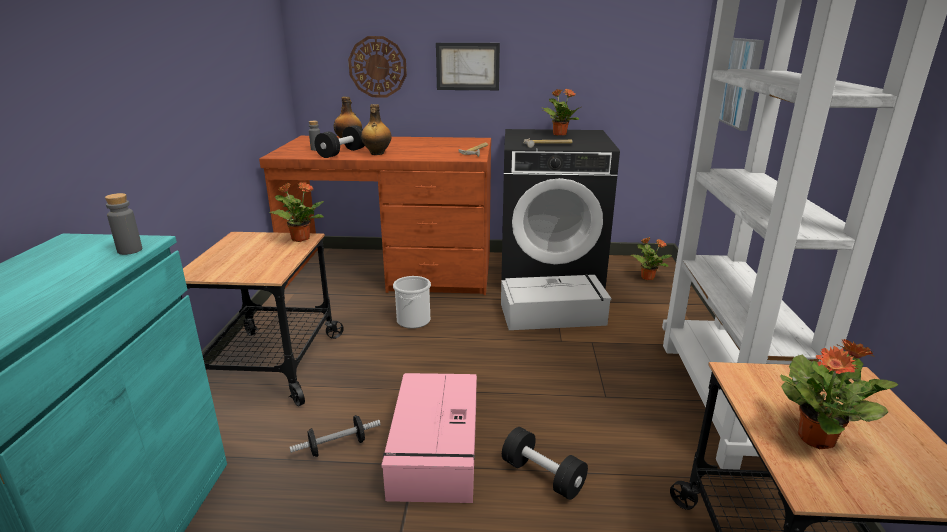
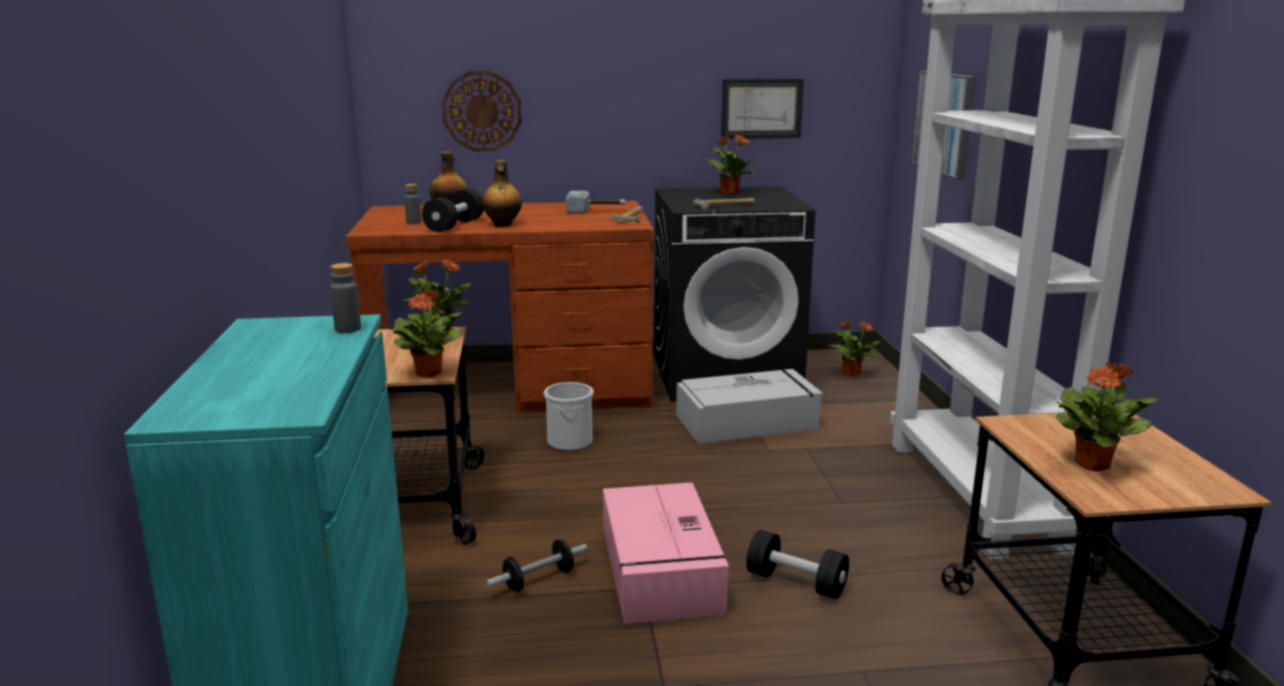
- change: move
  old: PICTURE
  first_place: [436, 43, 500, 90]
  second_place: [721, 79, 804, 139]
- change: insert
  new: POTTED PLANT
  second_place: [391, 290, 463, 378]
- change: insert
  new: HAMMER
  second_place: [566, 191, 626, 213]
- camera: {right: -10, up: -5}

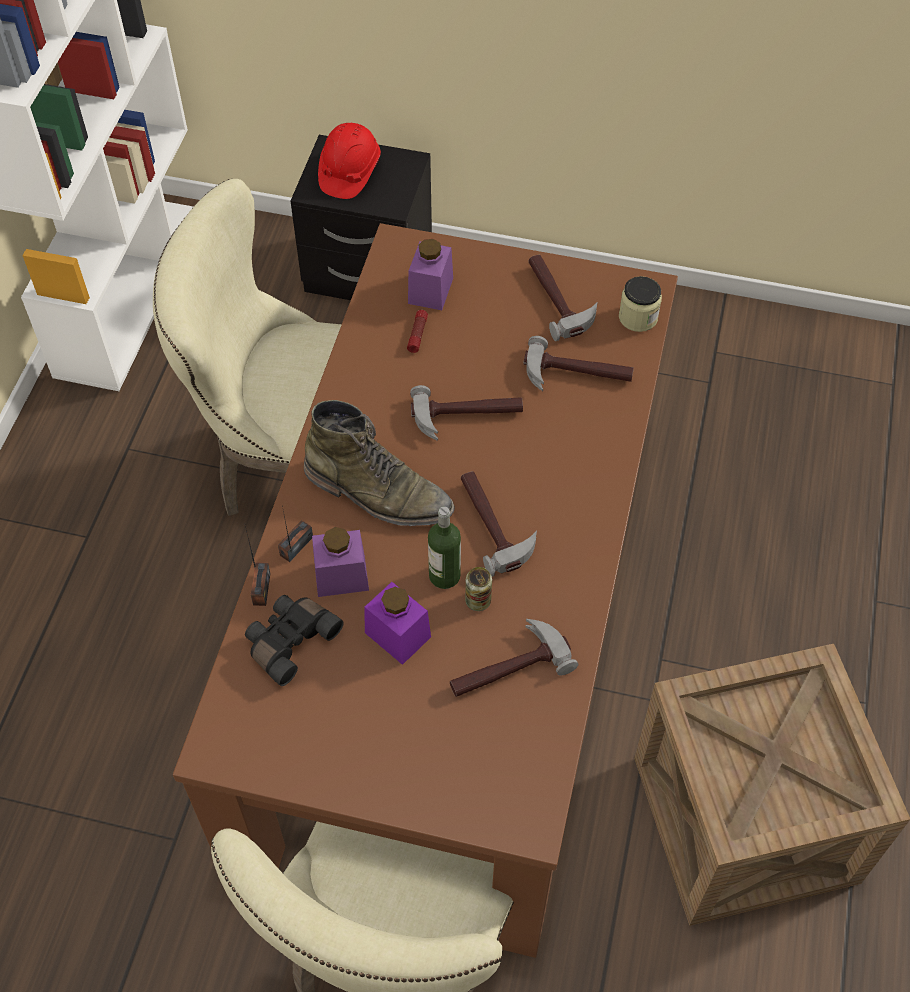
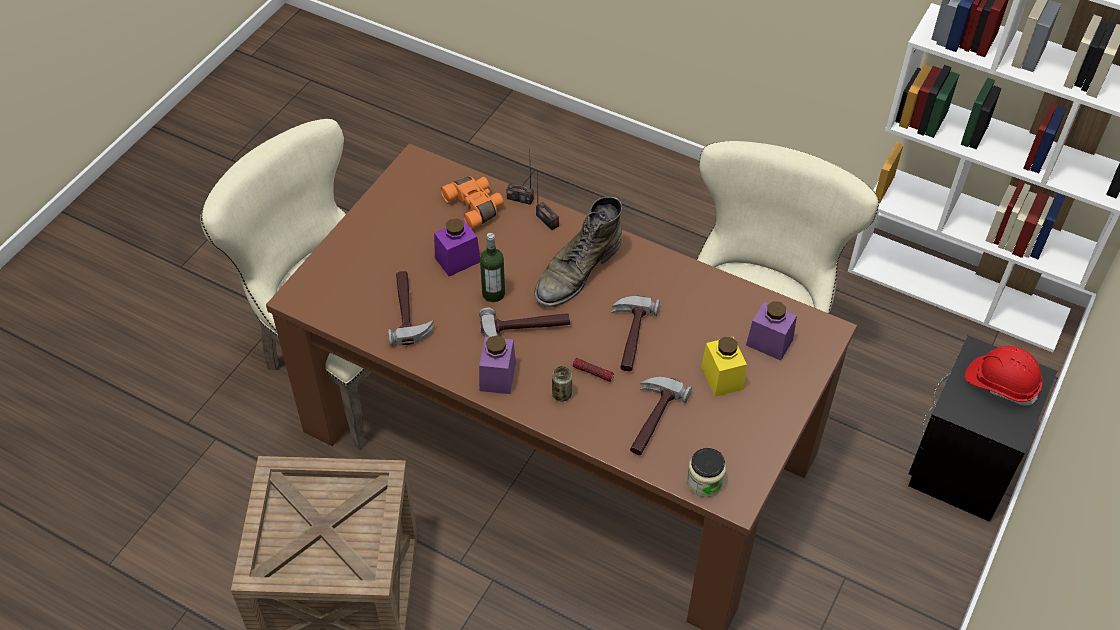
- change: recolor
  old: BLACK BINOCULARS
  new: ORANGE BINOCULARS
  first_place: [245, 595, 344, 686]
  second_place: [441, 177, 504, 229]
- change: move
  old: PURPLE JAR
  first_place: [312, 527, 369, 597]
  second_place: [479, 335, 516, 394]
- change: move
  old: FLASHLIGHT
  first_place: [407, 310, 428, 353]
  second_place: [573, 358, 614, 382]
- change: move
  old: CAN
  first_place: [465, 567, 492, 611]
  second_place: [552, 366, 572, 402]
- change: delete
  old: HAMMER
  first_place: [529, 255, 597, 341]
- change: insert
  new: YELLOW JAR
  second_place: [701, 337, 747, 397]
- camera: {right: 105, up: -5}

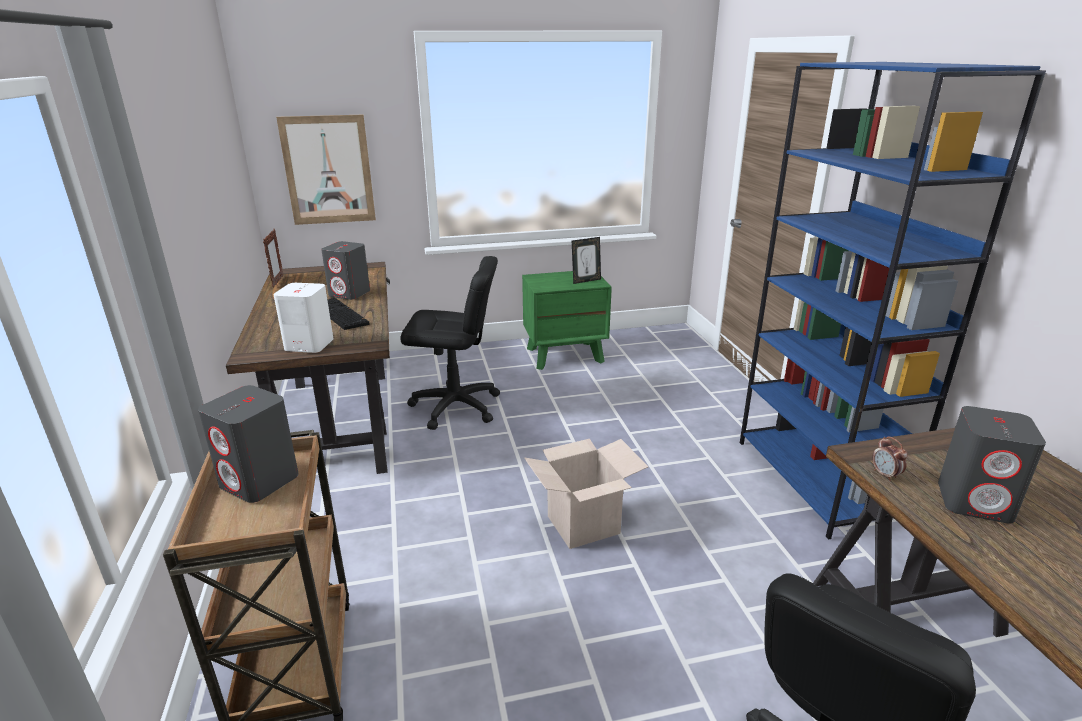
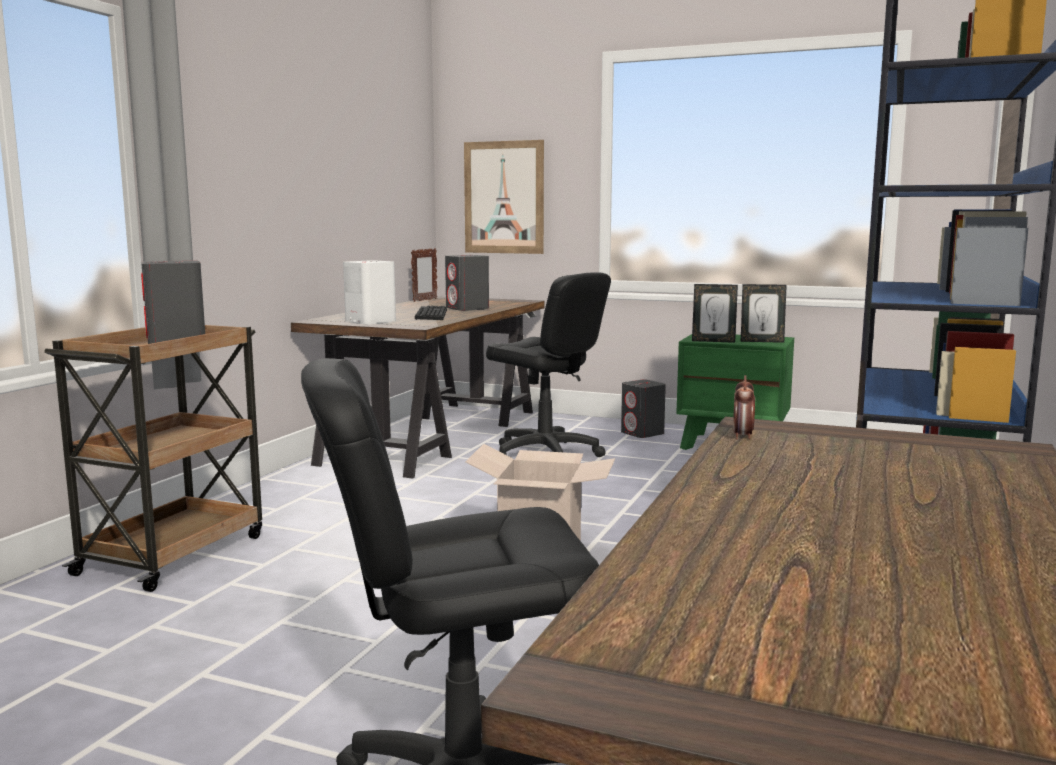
- change: move
  old: GREY SPEAKER
  first_place: [938, 406, 1046, 524]
  second_place: [621, 380, 666, 438]
- change: insert
  new: PICTURE FRAME
  second_place: [692, 284, 738, 343]
- camera: {right: 35, up: -15}

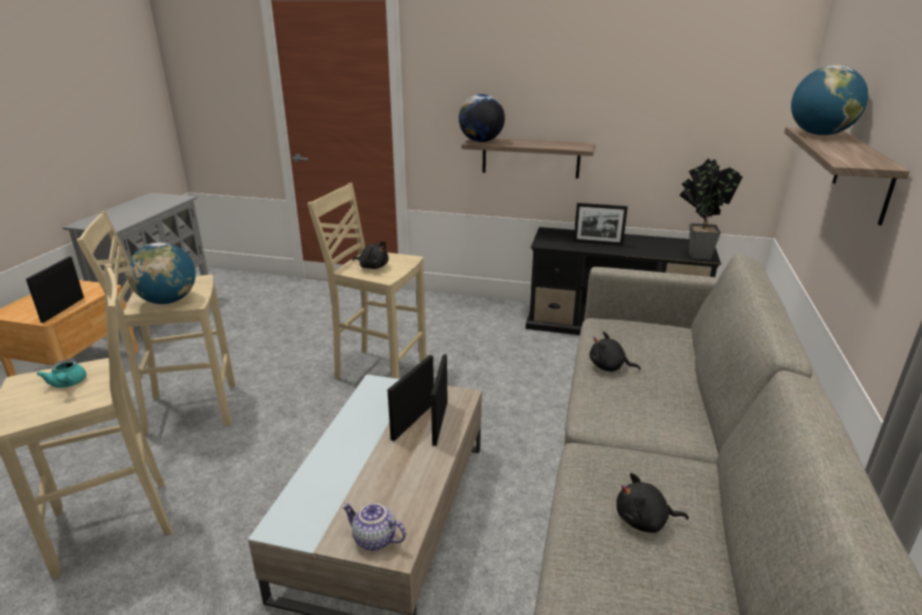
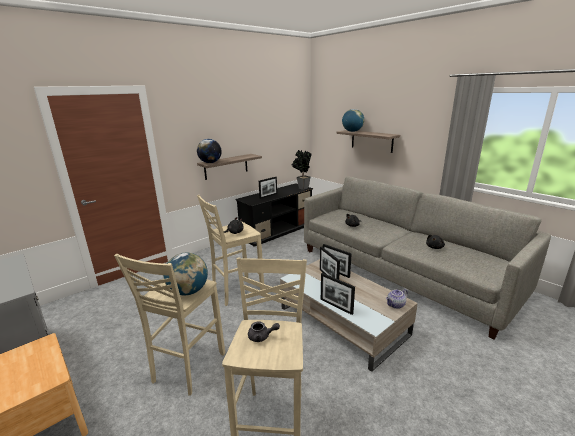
- change: move
  old: PICTURE FRAME
  first_place: [26, 257, 84, 323]
  second_place: [321, 273, 355, 315]
- change: recolor
  old: TURQUOISE TEAPOT
  new: GREY TEAPOT
  first_place: [37, 360, 86, 388]
  second_place: [248, 321, 280, 342]
- camera: {right: -55, up: -5}

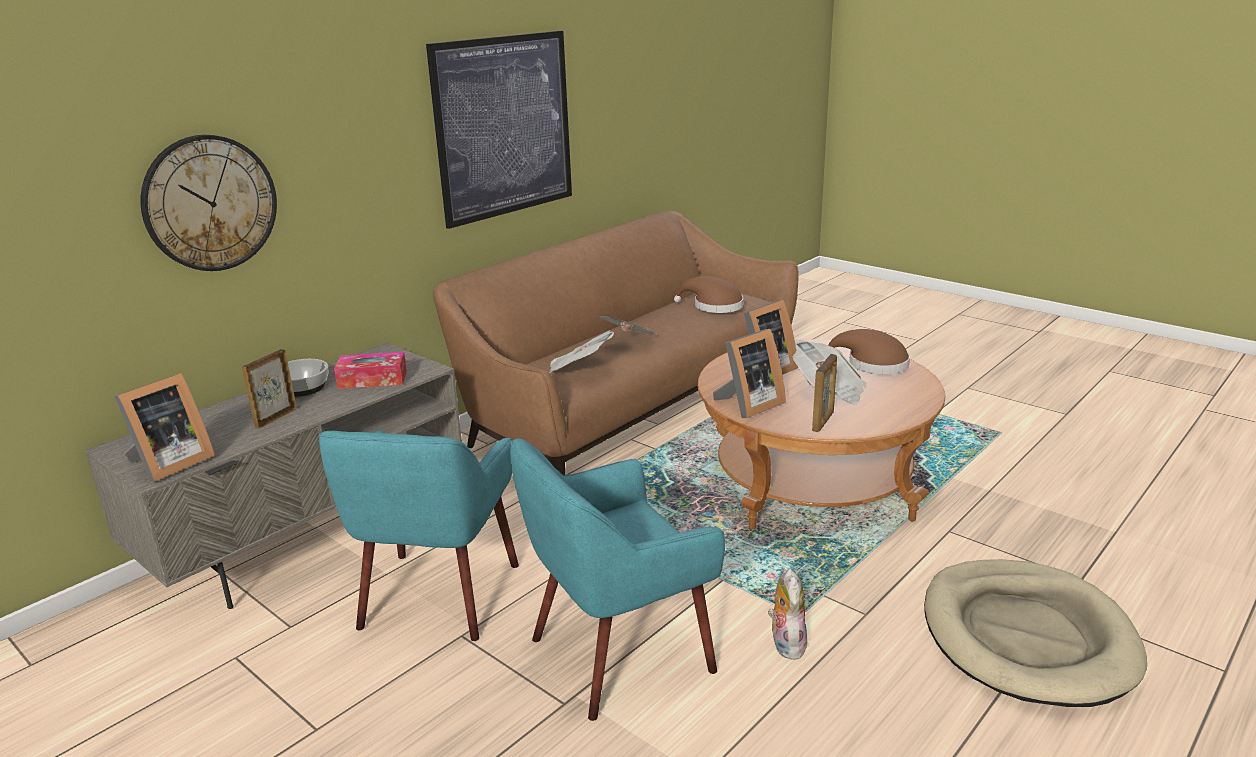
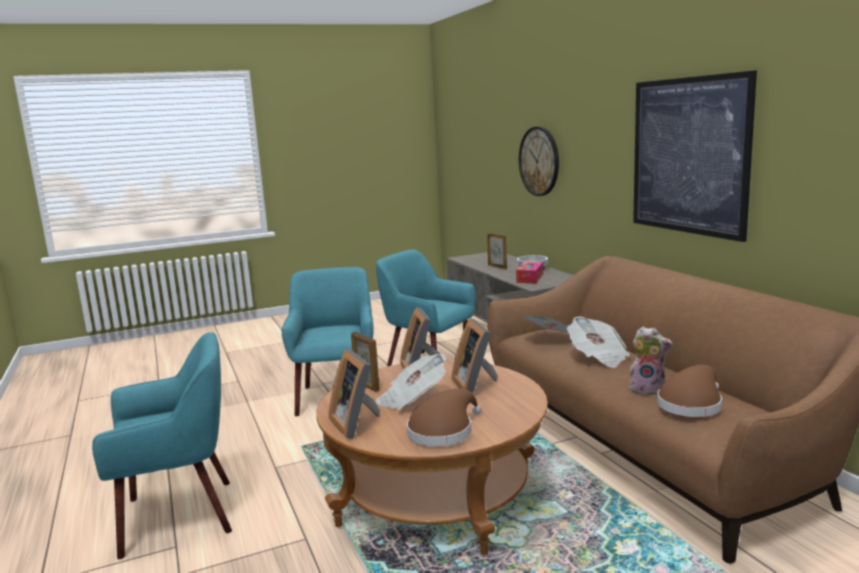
- change: move
  old: PICTURE FRAME
  first_place: [114, 373, 215, 482]
  second_place: [329, 349, 380, 439]
- change: move
  old: PLUSH TOY
  first_place: [768, 569, 807, 660]
  second_place: [629, 327, 673, 395]
- change: replace
  old: BEIGE DOG BED
  new: TURQUOISE ARMCHAIR
  first_place: [924, 559, 1147, 707]
  second_place: [92, 332, 232, 559]
- camera: {right: 115, up: -10}

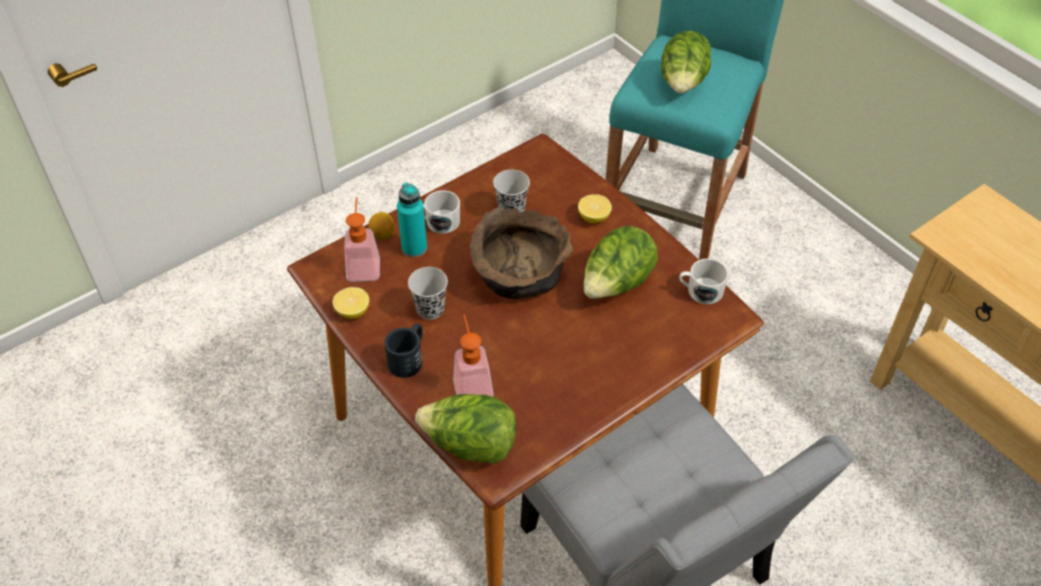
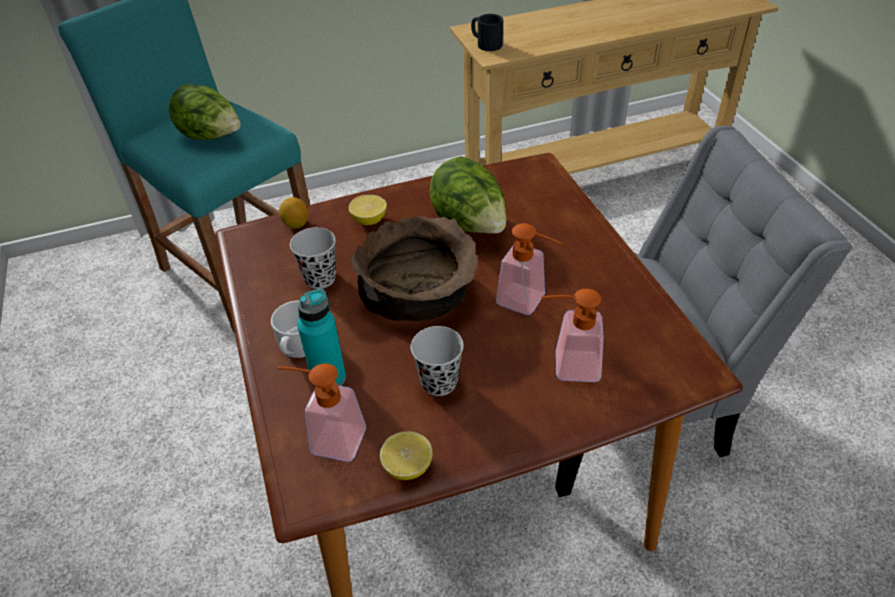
- change: move
  old: LEMON
  first_place: [369, 212, 394, 240]
  second_place: [279, 197, 309, 229]
- change: move
  old: BLACK MUG
  first_place: [384, 324, 423, 378]
  second_place: [471, 14, 503, 51]
- change: delete
  old: LETTUCE
  first_place: [415, 394, 517, 464]
- change: delete
  old: WHITE MUG
  first_place: [679, 259, 728, 304]
- change: insert
  new: SOAP DISPENSER
  second_place: [496, 223, 563, 315]
- camera: {right: -70, up: -5}

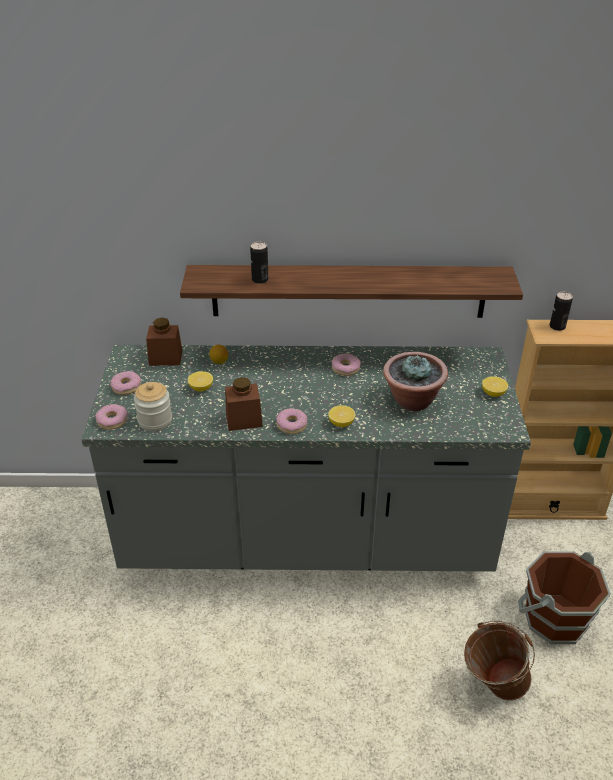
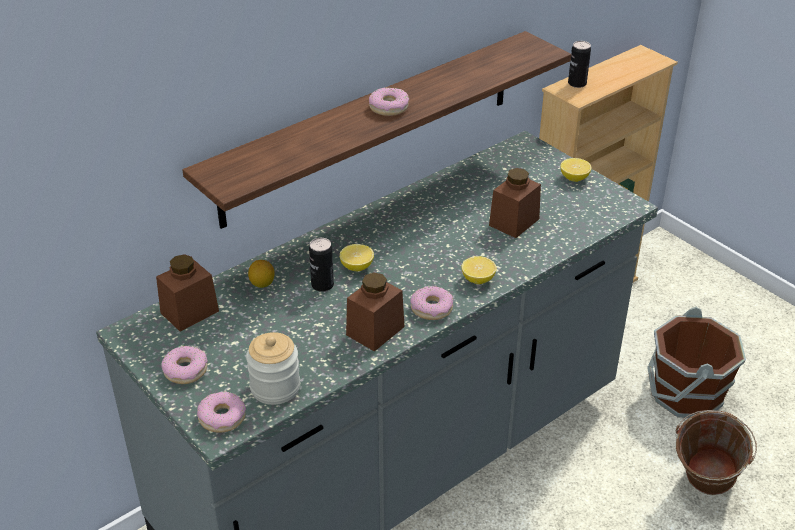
- change: move
  old: LEMON
  first_place: [188, 371, 213, 392]
  second_place: [340, 244, 374, 271]
- change: move
  old: CAN
  first_place: [250, 242, 269, 284]
  second_place: [309, 238, 334, 292]
- change: move
  old: DONUT
  first_place: [332, 354, 361, 376]
  second_place: [369, 88, 409, 116]
- change: replace
  old: POTTED PLANT
  new: BROWN JAR
  first_place: [383, 352, 448, 411]
  second_place: [489, 168, 541, 238]
- camera: {right: -40, up: 0}

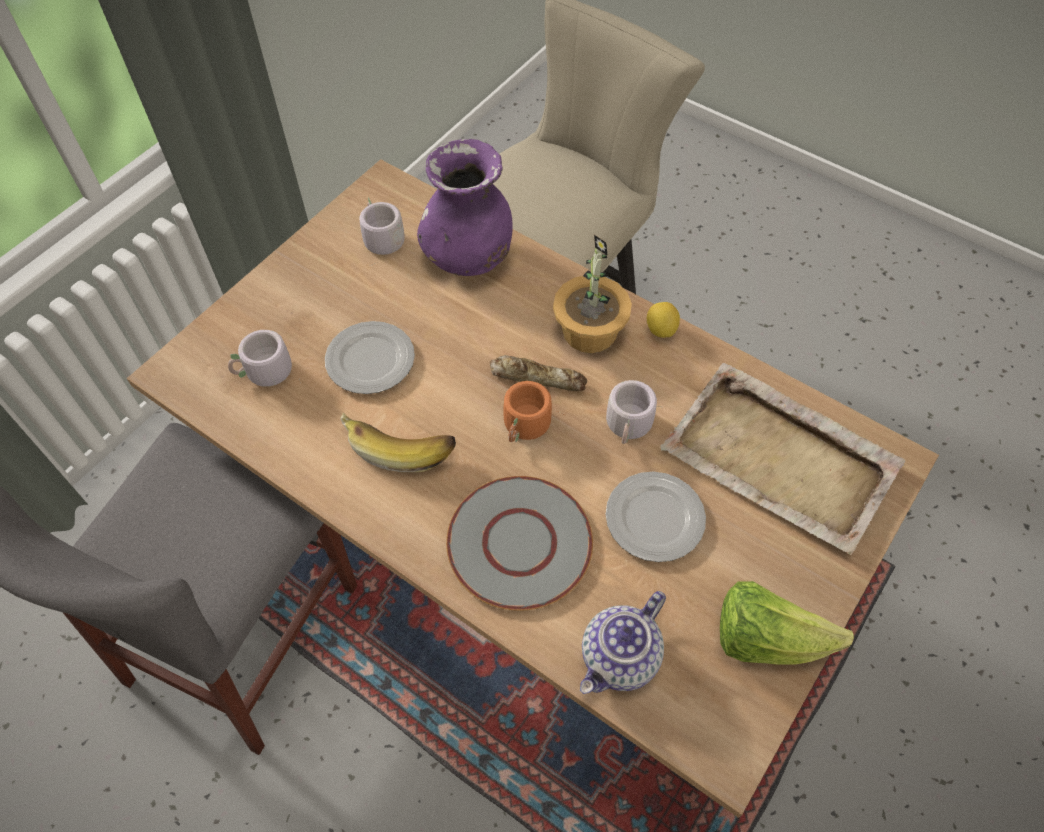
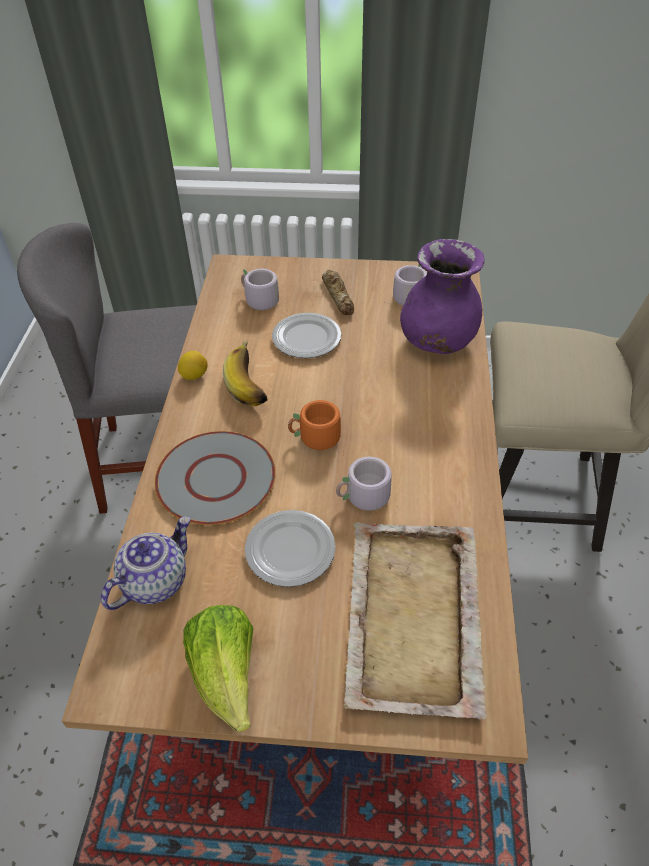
- change: move
  old: BREAD
  first_place: [490, 355, 587, 391]
  second_place: [322, 270, 354, 315]
- change: delete
  old: POTTED PLANT
  first_place: [553, 235, 632, 353]
- change: rotate
  old: TEAPOT
  first_place: [580, 591, 666, 694]
  second_place: [101, 516, 191, 610]
  degrees: 120
- change: move
  old: LEMON
  first_place: [647, 302, 680, 338]
  second_place: [178, 351, 208, 380]
- camera: {right: 60, up: -10}

